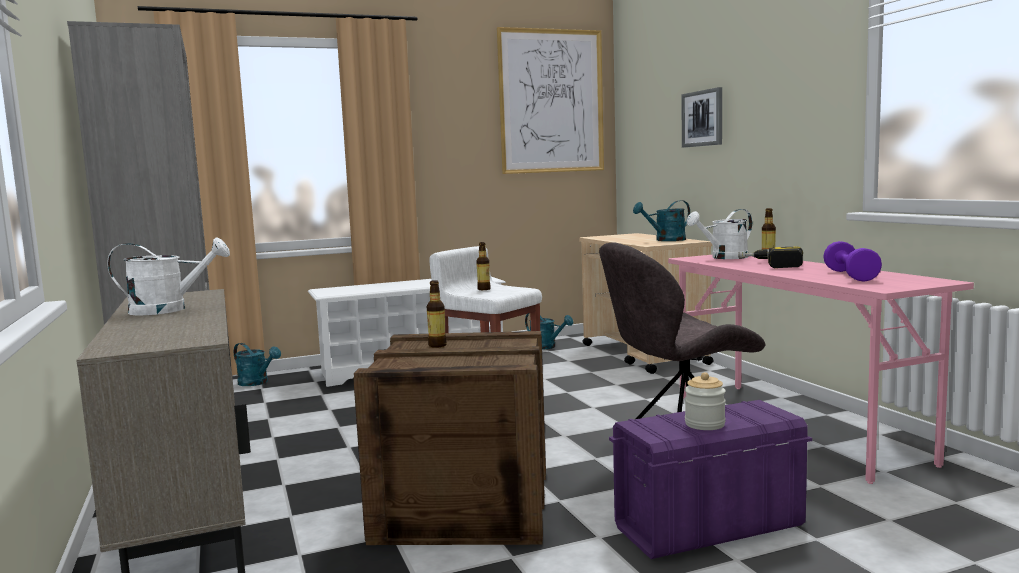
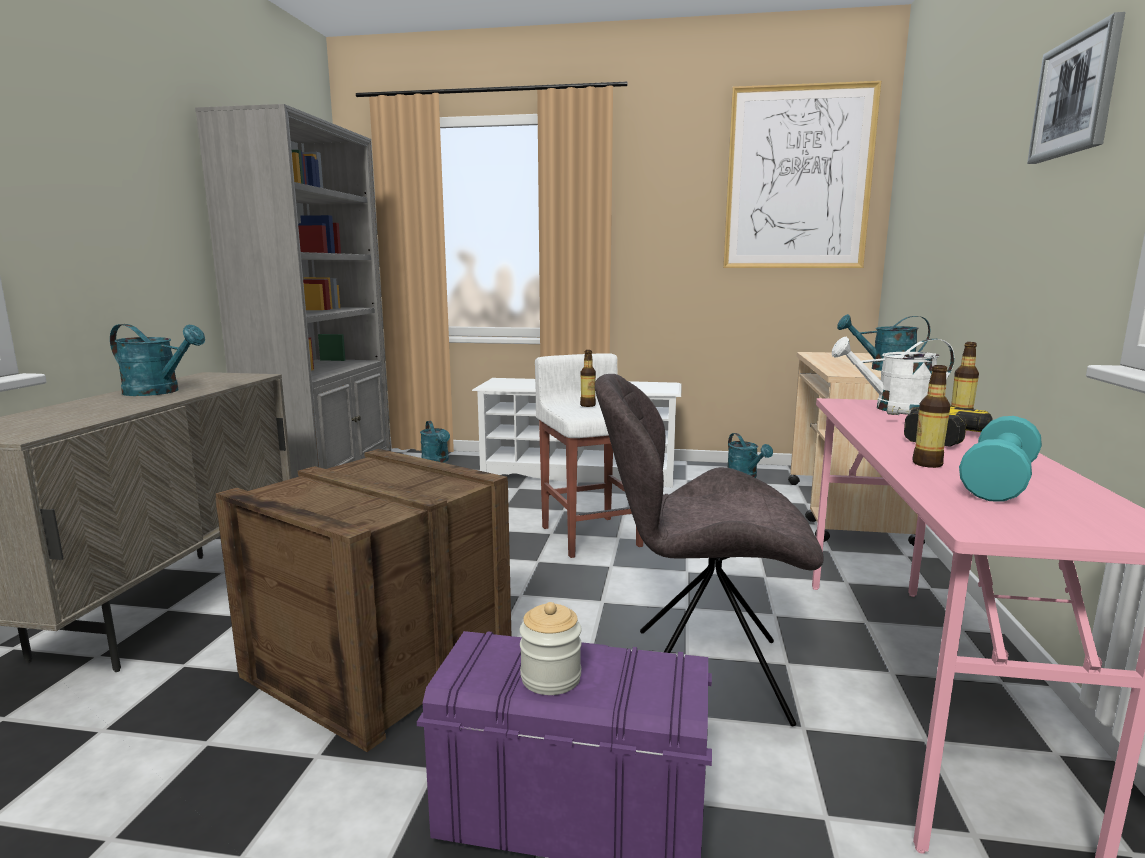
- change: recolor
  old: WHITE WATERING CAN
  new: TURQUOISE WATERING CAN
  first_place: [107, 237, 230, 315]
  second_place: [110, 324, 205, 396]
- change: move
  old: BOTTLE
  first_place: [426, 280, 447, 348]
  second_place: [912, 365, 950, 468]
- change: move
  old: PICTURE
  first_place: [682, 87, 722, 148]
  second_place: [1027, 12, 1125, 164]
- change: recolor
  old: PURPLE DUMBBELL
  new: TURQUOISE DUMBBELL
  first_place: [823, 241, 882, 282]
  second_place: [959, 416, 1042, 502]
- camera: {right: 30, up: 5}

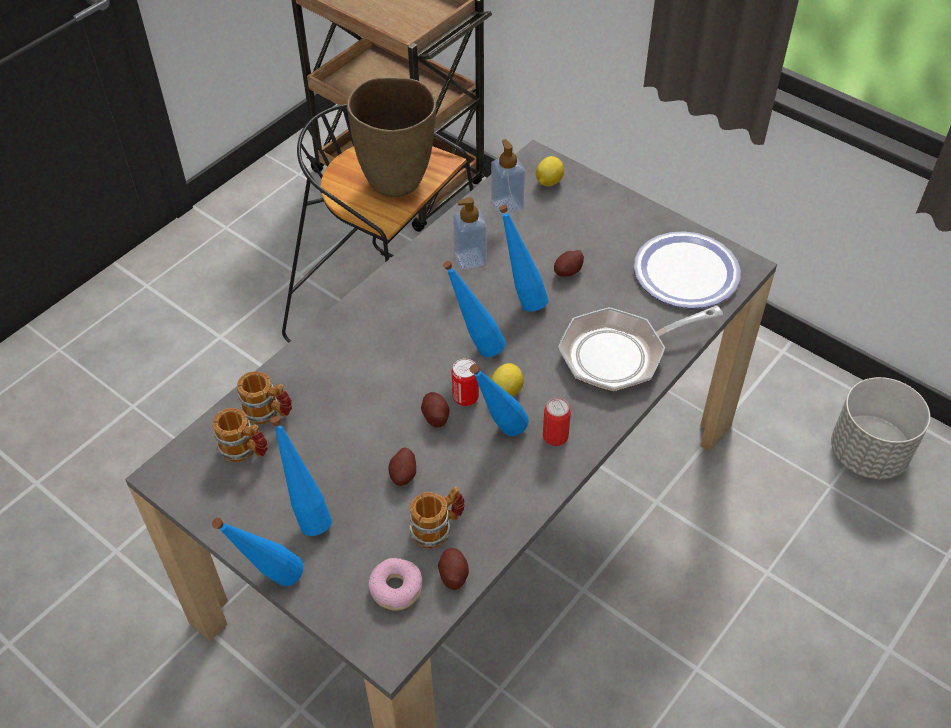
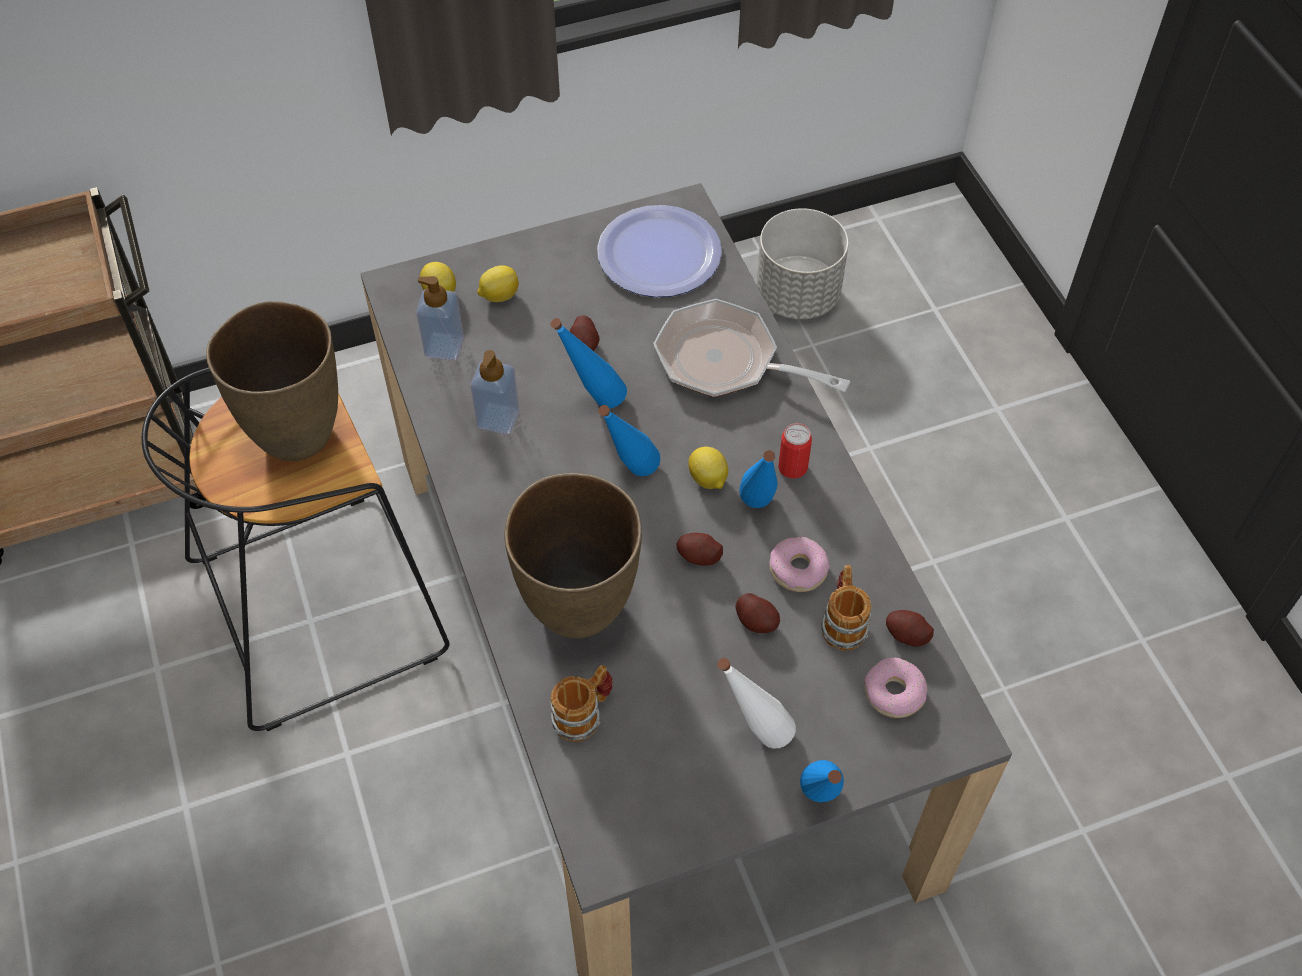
- change: delete
  old: MUG
  first_place: [212, 408, 268, 462]
- change: recolor
  old: BLUE BOTTLE
  new: WHITE BOTTLE
  first_place: [270, 416, 332, 536]
  second_place: [717, 658, 796, 749]
- change: delete
  old: CAN
  first_place: [452, 358, 479, 406]
- change: rotate
  old: FRYING PAN
  first_place: [558, 305, 723, 392]
  second_place: [653, 299, 850, 397]
  degrees: 105
- change: insert
  new: LEMON
  second_place: [477, 265, 519, 302]
- change: insert
  new: BROWN VASE
  second_place: [504, 473, 642, 639]
- change: insert
  new: DONUT
  second_place: [769, 537, 830, 592]
- camera: {right: -60, up: 5}

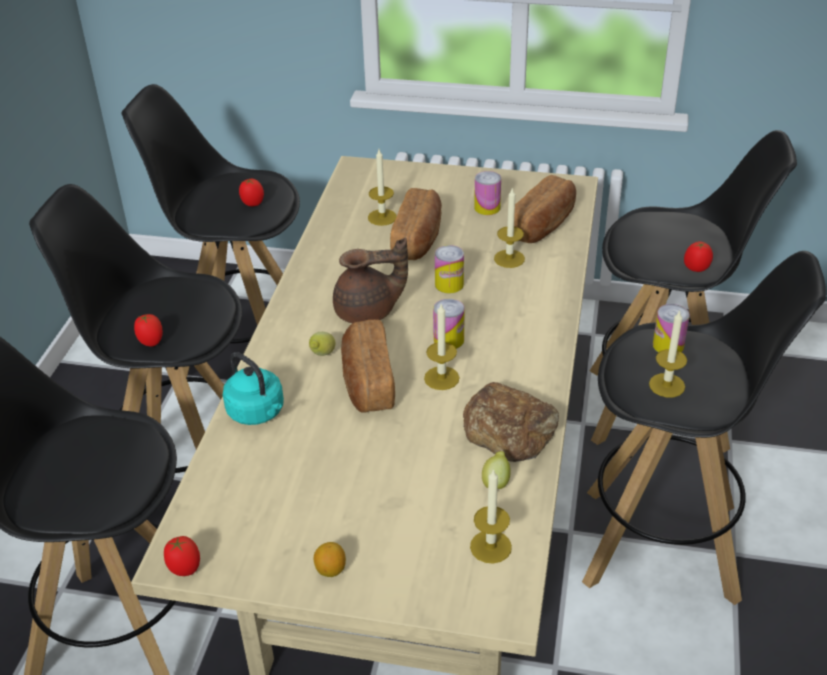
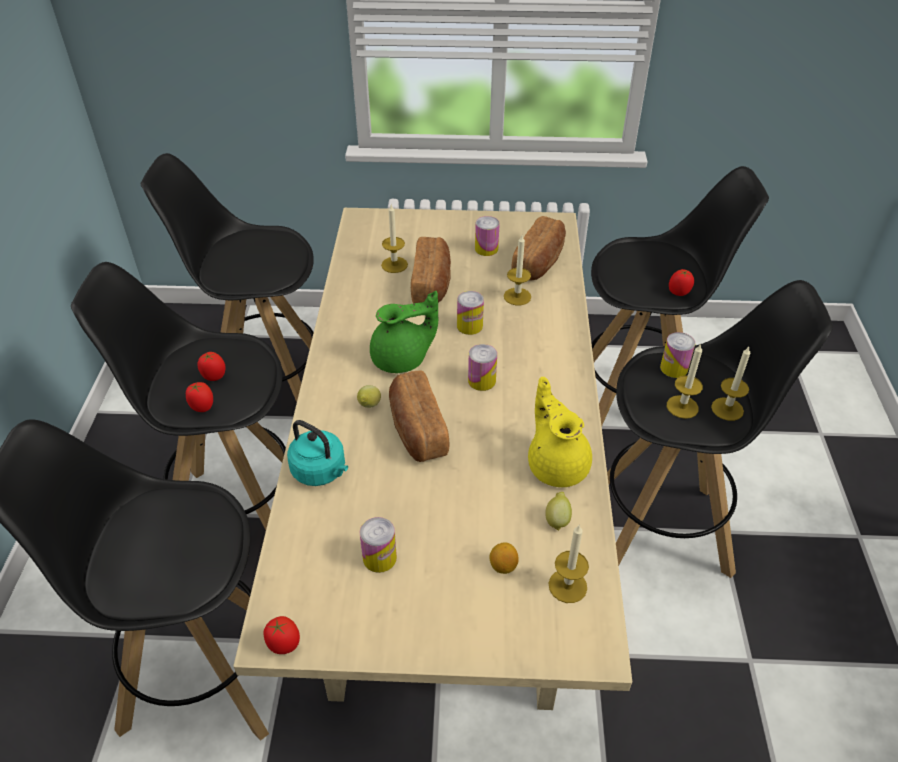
- change: move
  old: TOMATO
  first_place: [239, 178, 264, 206]
  second_place: [197, 352, 226, 381]
- change: move
  old: LEMON
  first_place: [314, 542, 346, 577]
  second_place: [490, 542, 519, 574]
- change: recolor
  old: BROWN TEAPOT
  new: GREEN TEAPOT
  first_place: [333, 237, 408, 323]
  second_place: [370, 291, 438, 373]
- change: move
  old: CANDLE
  first_place: [424, 304, 460, 390]
  second_place: [711, 347, 750, 421]
- change: replace
  old: BREAD
  new: YELLOW TEAPOT
  first_place: [463, 382, 559, 462]
  second_place: [528, 377, 592, 487]
- change: insert
  new: CAN
  second_place: [360, 517, 397, 573]
- camera: {right: -10, up: 5}

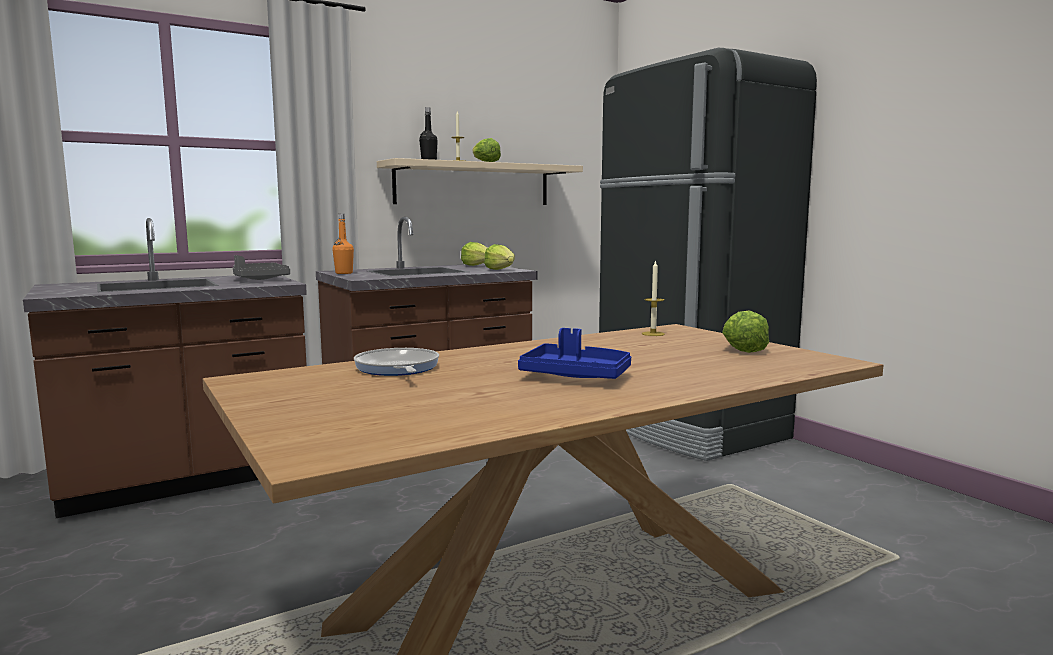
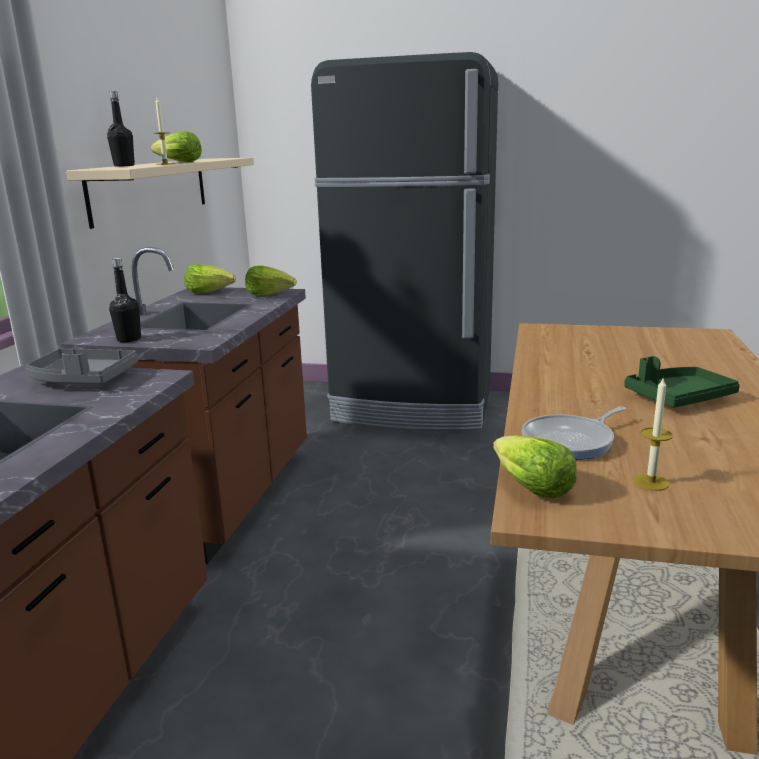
- change: recolor
  old: ORANGE BOTTLE
  new: BLACK BOTTLE
  first_place: [332, 214, 354, 274]
  second_place: [109, 258, 141, 342]
- change: rotate
  old: FRYING PAN
  first_place: [354, 348, 439, 376]
  second_place: [522, 406, 626, 460]
  degrees: -60
- change: recolor
  old: BLUE TRAY
  new: GREEN TRAY
  first_place: [518, 328, 631, 379]
  second_place: [624, 356, 740, 408]
- change: move
  old: CANDLE
  first_place: [642, 260, 665, 336]
  second_place: [633, 376, 673, 491]
- change: move
  old: LETTUCE
  first_place: [722, 311, 769, 353]
  second_place: [493, 435, 577, 498]
- camera: {right: -45, up: 10}

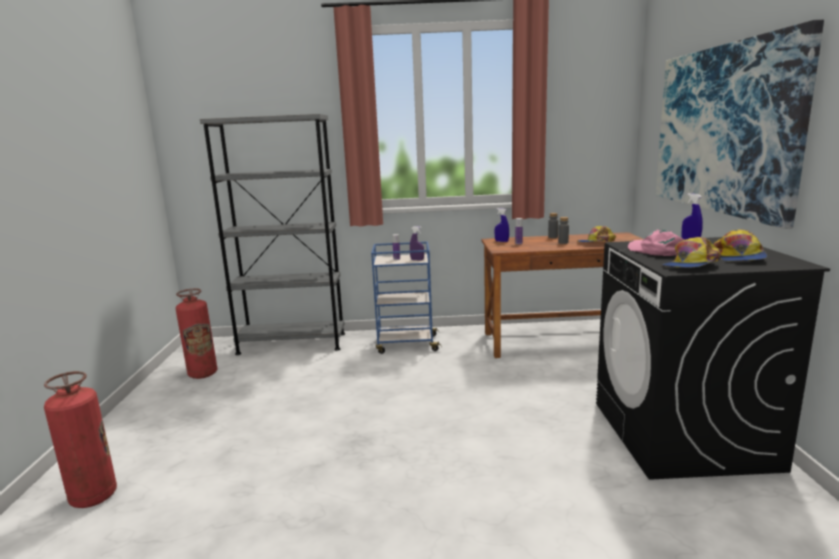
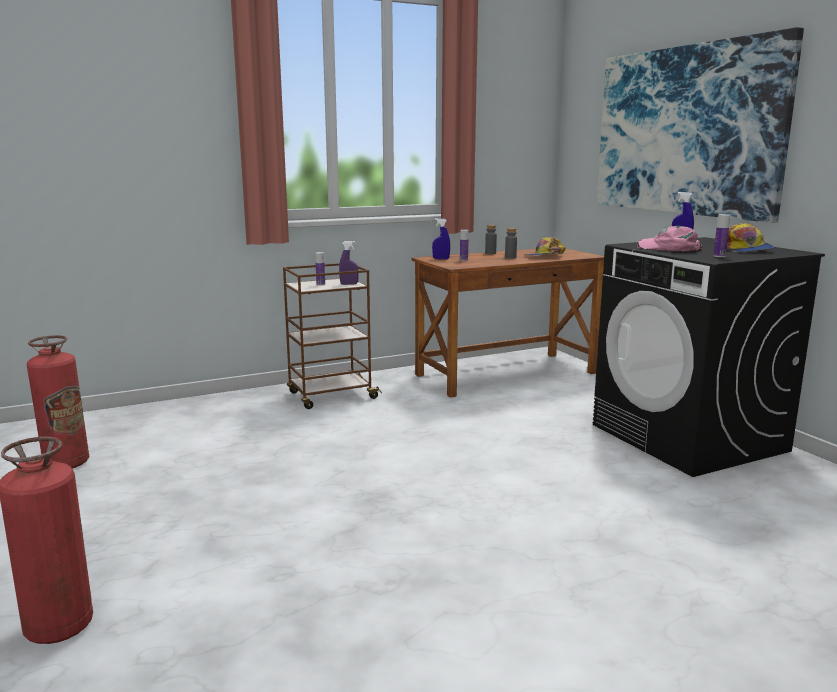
- change: delete
  old: GREY BOOKCASE
  first_place: [200, 114, 345, 355]
- change: recolor
  old: BLUE CART
  new: BROWN CART
  first_place: [371, 242, 442, 354]
  second_place: [283, 263, 382, 409]
- change: replace
  old: CAP
  new: BOTTLE
  first_place: [662, 237, 720, 268]
  second_place: [713, 214, 730, 257]
- camera: {right: -25, up: 0}

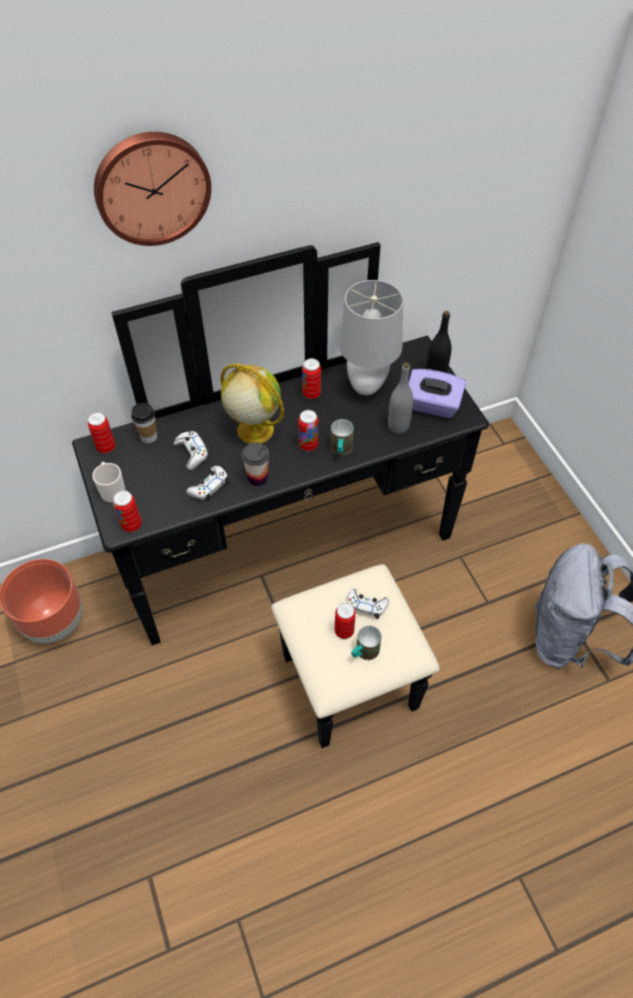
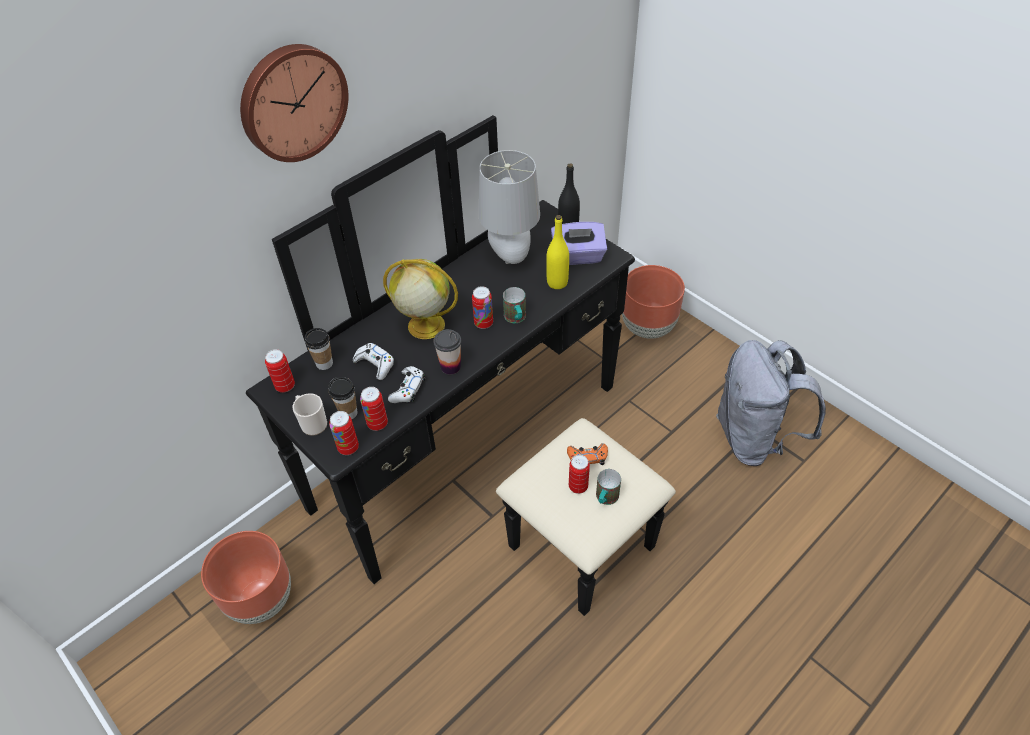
- change: move
  old: CAN
  first_place: [302, 358, 321, 399]
  second_place: [360, 387, 388, 431]
- change: recolor
  old: WHITE GAME CONTROLLER
  new: ORANGE GAME CONTROLLER
  first_place: [348, 589, 389, 619]
  second_place: [567, 443, 608, 465]
- change: recolor
  old: GREY BOTTLE
  new: YELLOW BOTTLE
  first_place: [388, 362, 414, 434]
  second_place: [546, 215, 569, 289]
- change: insert
  new: CUP
  second_place: [329, 377, 357, 419]
- change: insert
  new: BROWN PLANTER
  second_place: [622, 265, 685, 339]
- camera: {right: -20, up: -5}

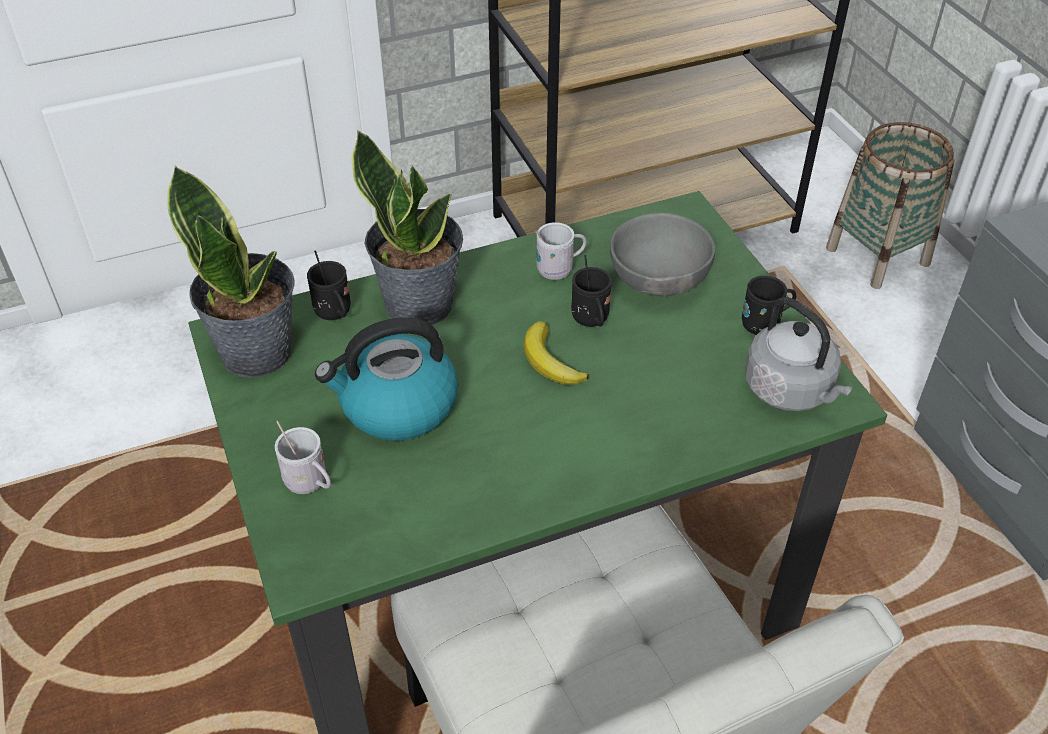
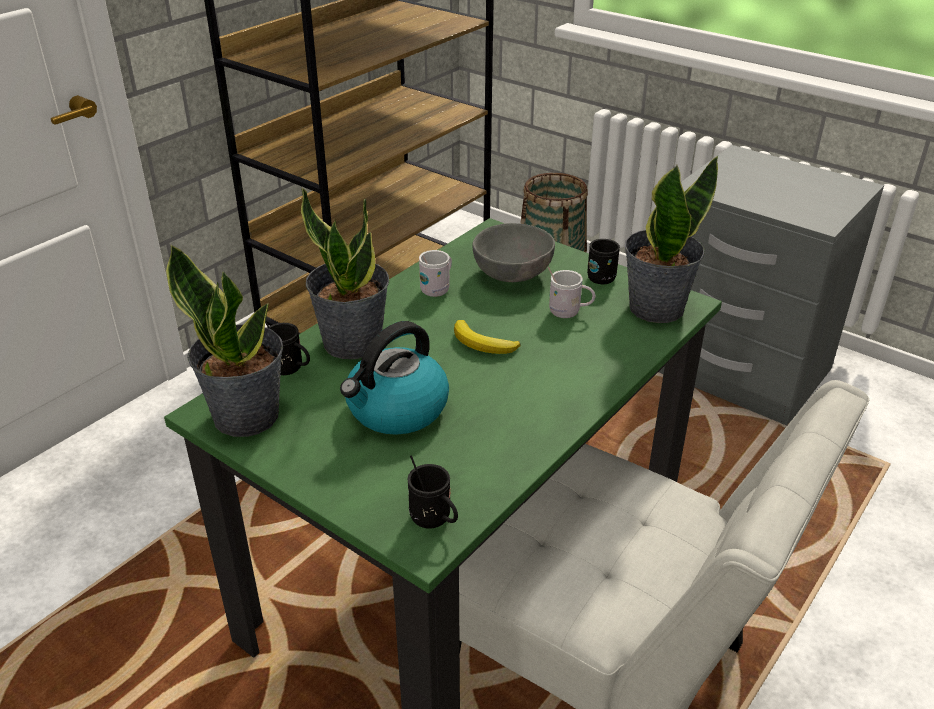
- change: move
  old: WHITE MUG
  first_place: [275, 421, 331, 494]
  second_place: [548, 267, 595, 318]
- change: move
  old: BLACK MUG
  first_place: [571, 255, 612, 327]
  second_place: [407, 455, 458, 529]
- change: replace
  old: GREY KETTLE
  new: POTTED PLANT
  first_place: [745, 297, 852, 411]
  second_place: [624, 156, 718, 323]
- camera: {right: -30, up: -10}

